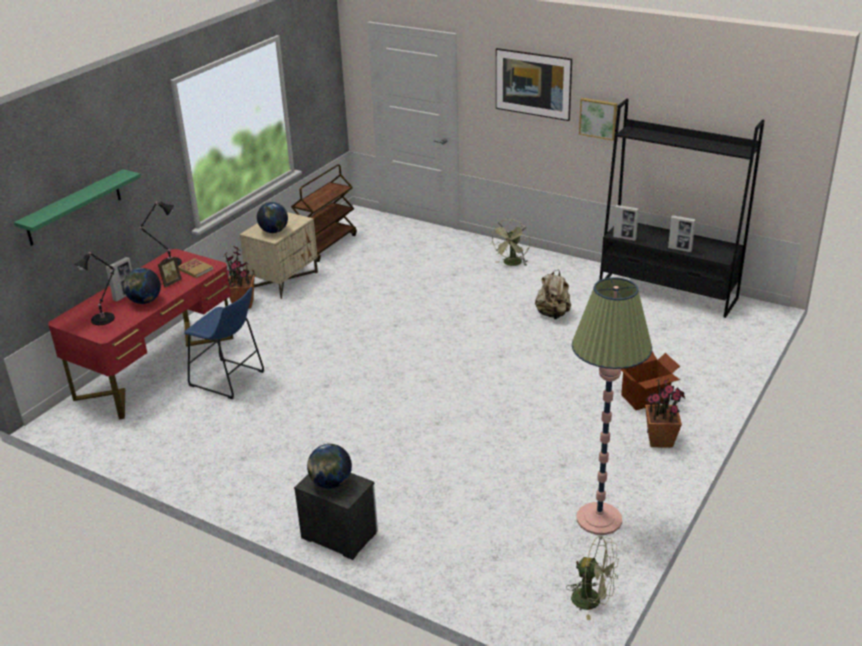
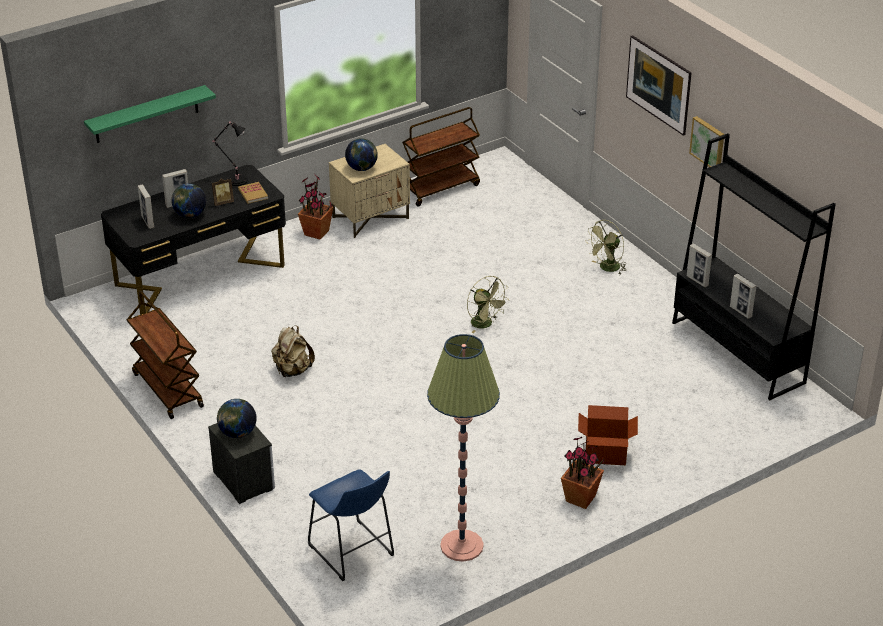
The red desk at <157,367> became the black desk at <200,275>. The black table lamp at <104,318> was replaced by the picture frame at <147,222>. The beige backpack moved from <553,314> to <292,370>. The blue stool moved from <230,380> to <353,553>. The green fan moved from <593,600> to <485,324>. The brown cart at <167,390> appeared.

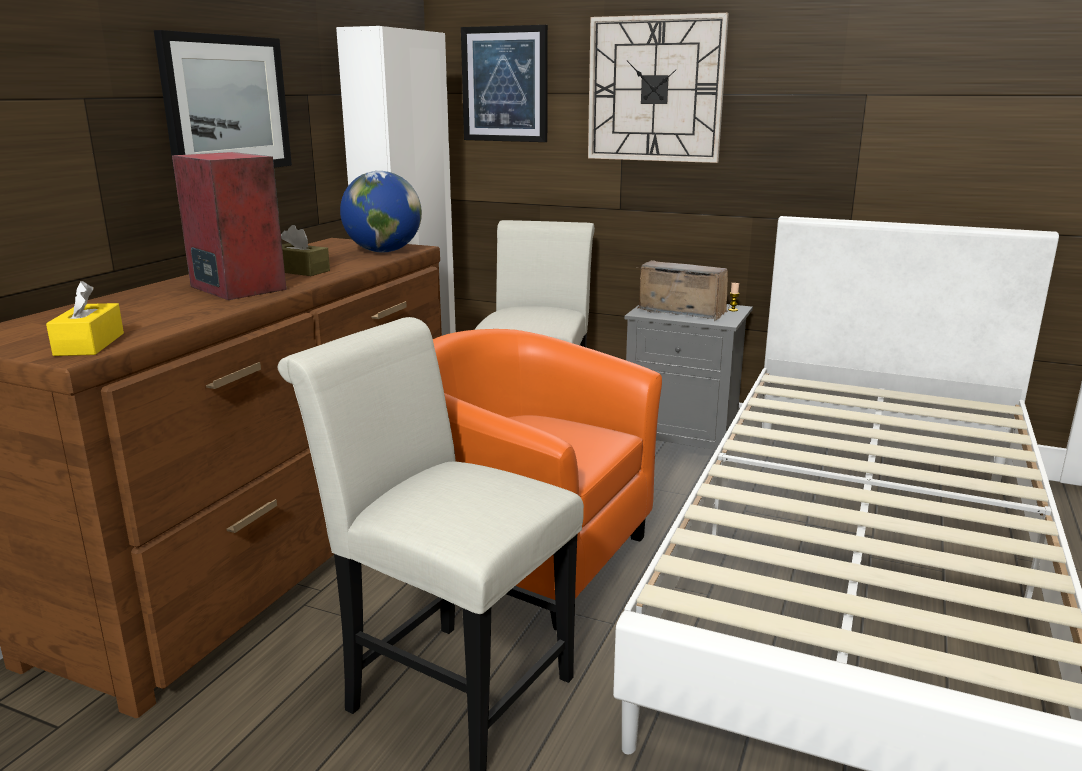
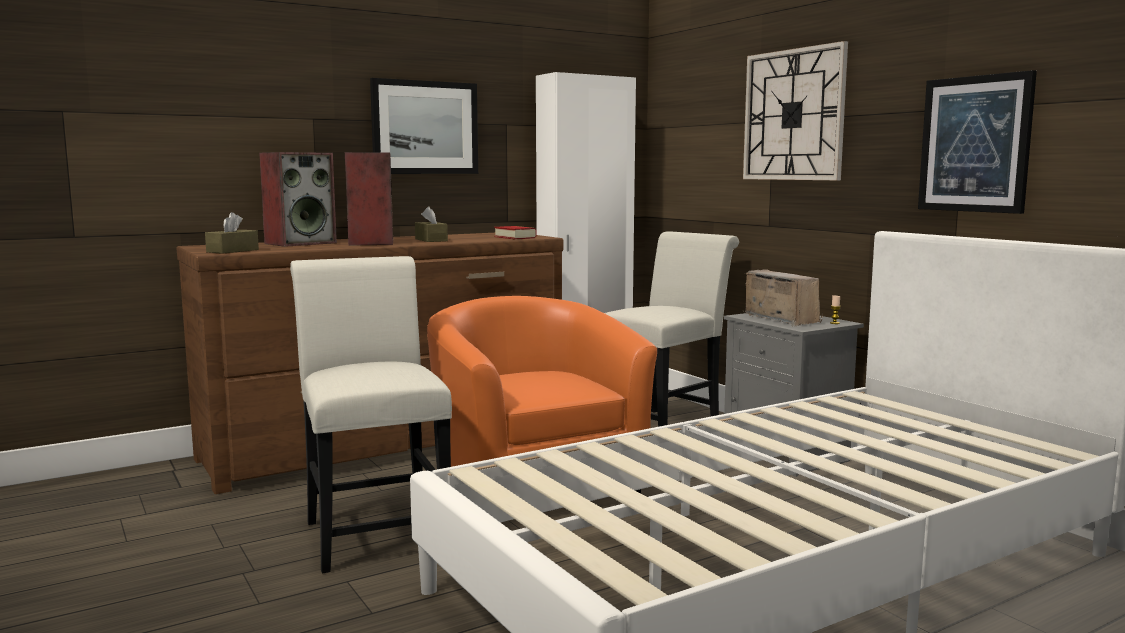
The picture moved from <505,84> to <975,144>. The globe at <383,251> was replaced by the book at <515,237>. The yellow tissue box at <89,344> became the brown tissue box at <232,251>. The speaker at <301,243> appeared.

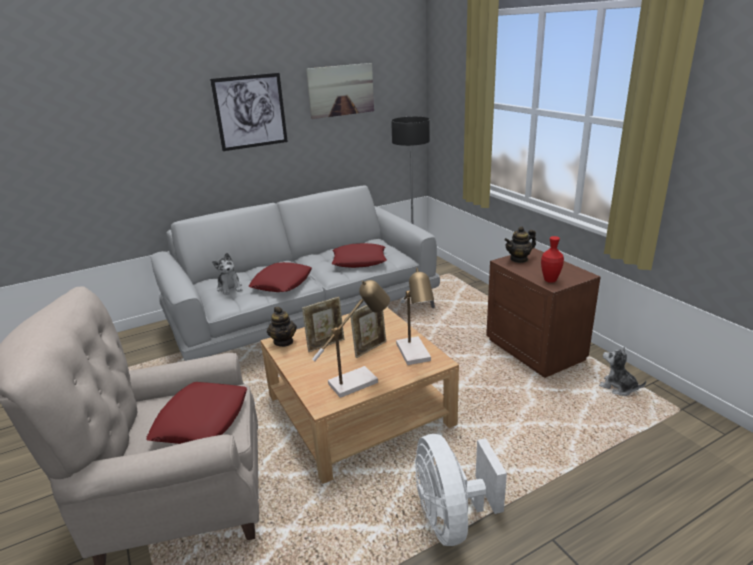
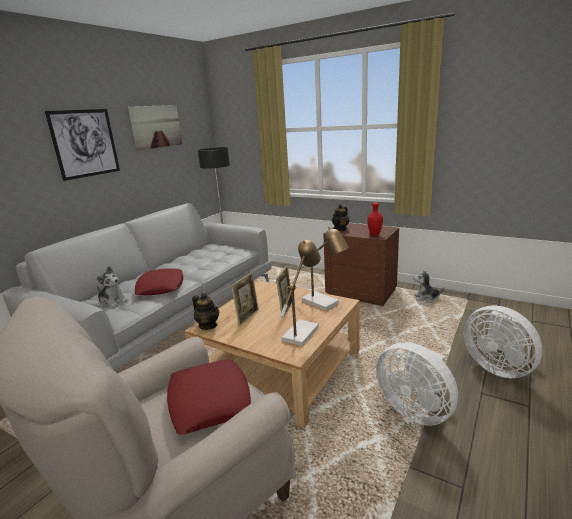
The red pillow at <359,261> disappeared. The white fan at <498,367> appeared.

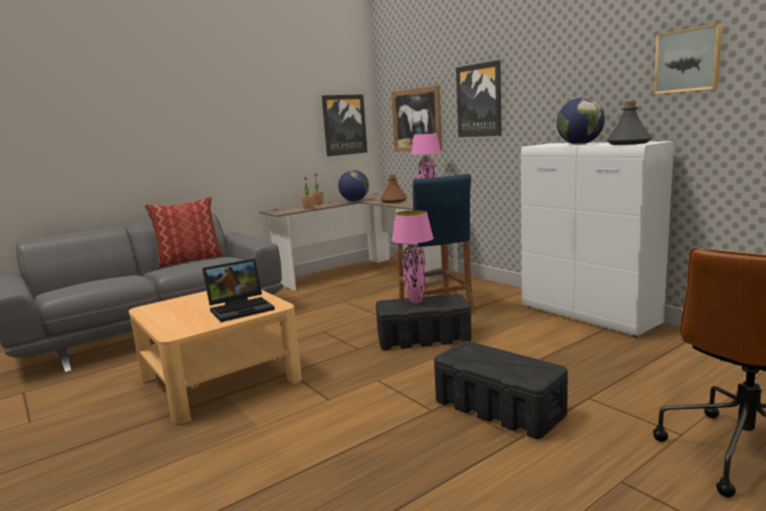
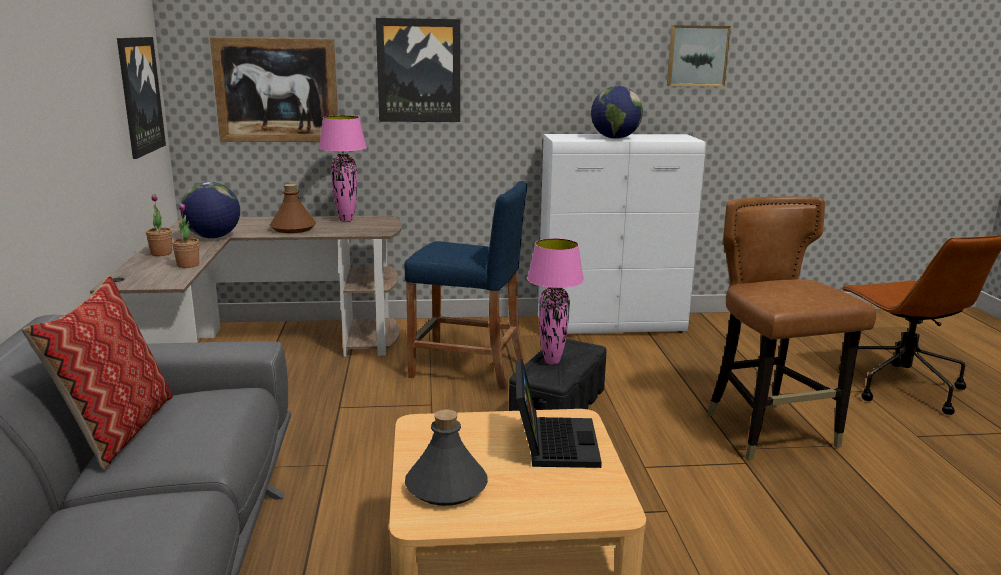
The grey bottle moved from <628,143> to <446,486>. The black storage box at <499,408> was replaced by the brown chair at <769,432>.

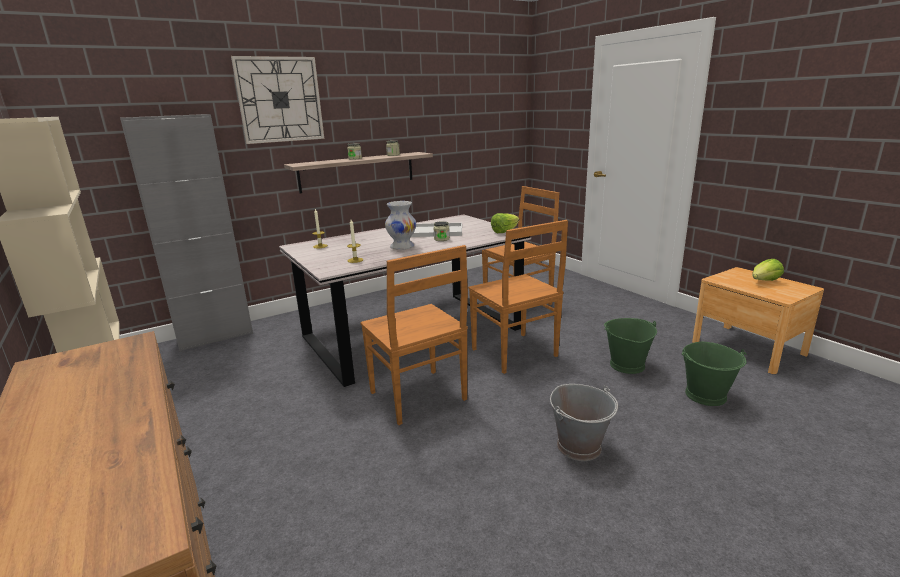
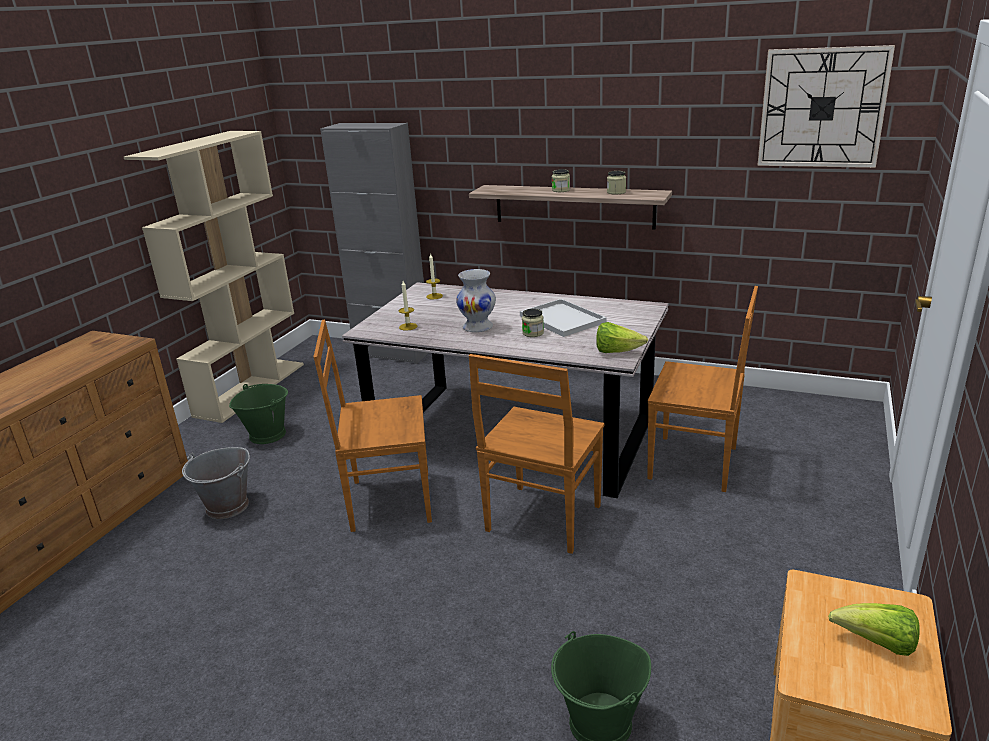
The wall clock moved from <280,100> to <822,108>. The brown chair at <419,397> turned 60 degrees clockwise. The green bucket moved from <626,365> to <267,434>. The grey bucket moved from <579,446> to <227,507>.

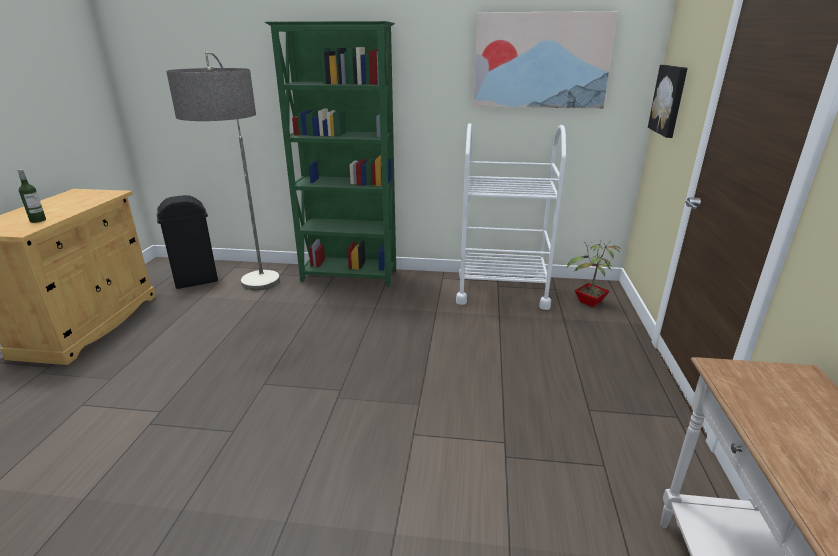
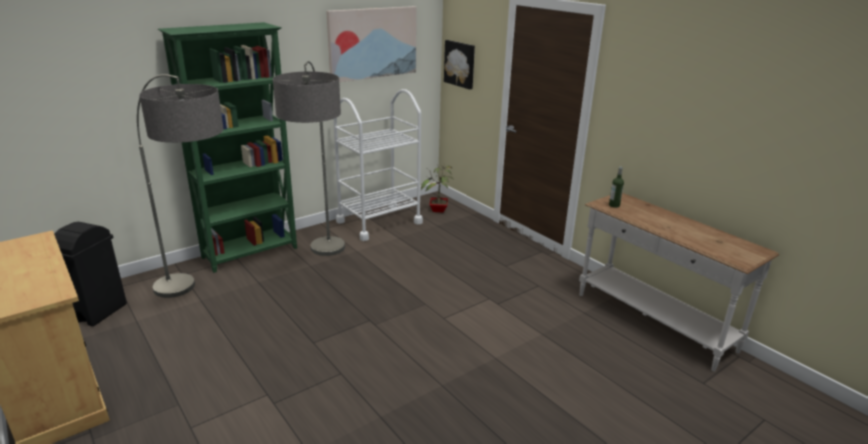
The bottle moved from <38,220> to <614,205>. The floor lamp at <323,268> appeared.

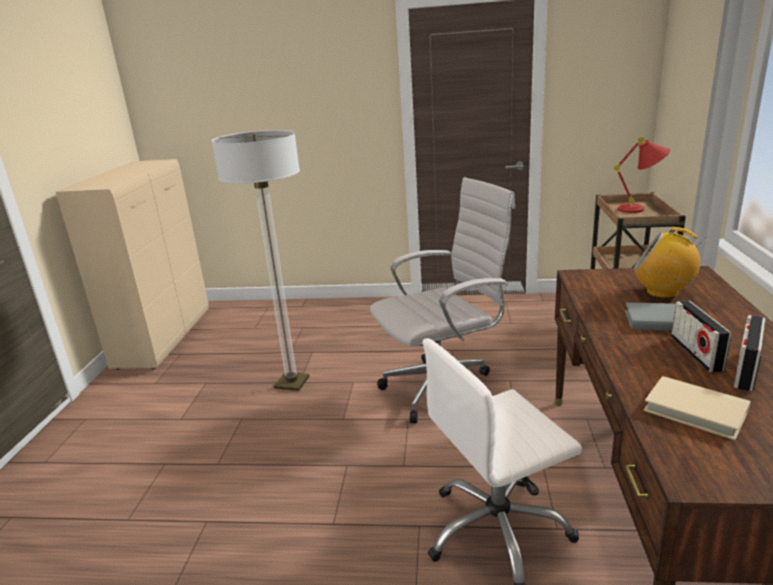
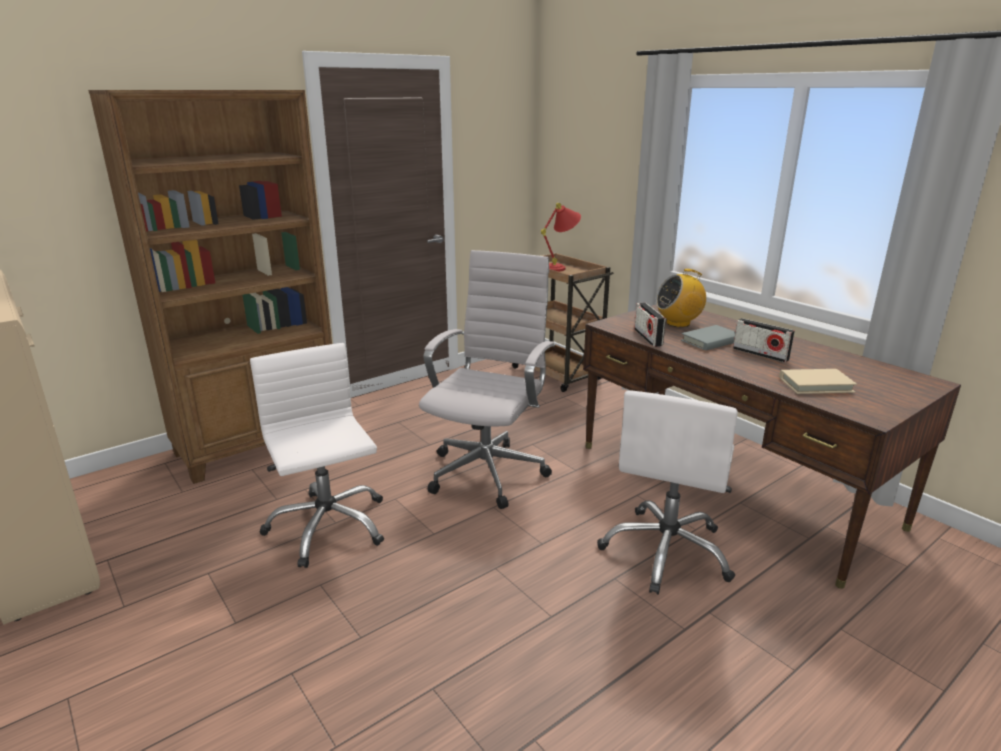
The floor lamp at <292,383> was replaced by the white office chair at <327,526>. The radio moved from <746,371> to <648,337>. The brown bookcase at <260,445> appeared.

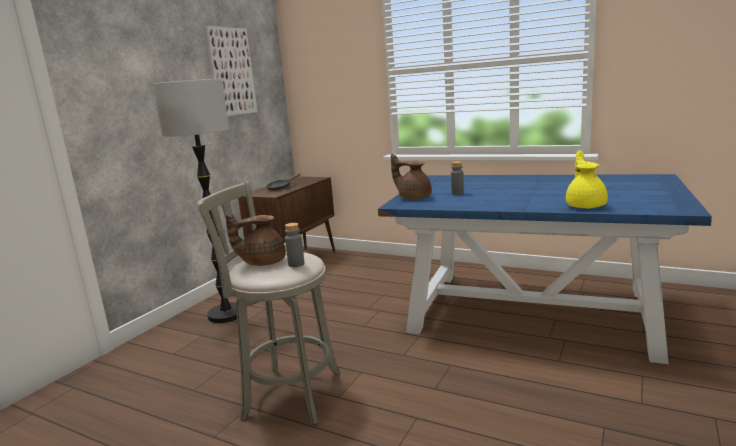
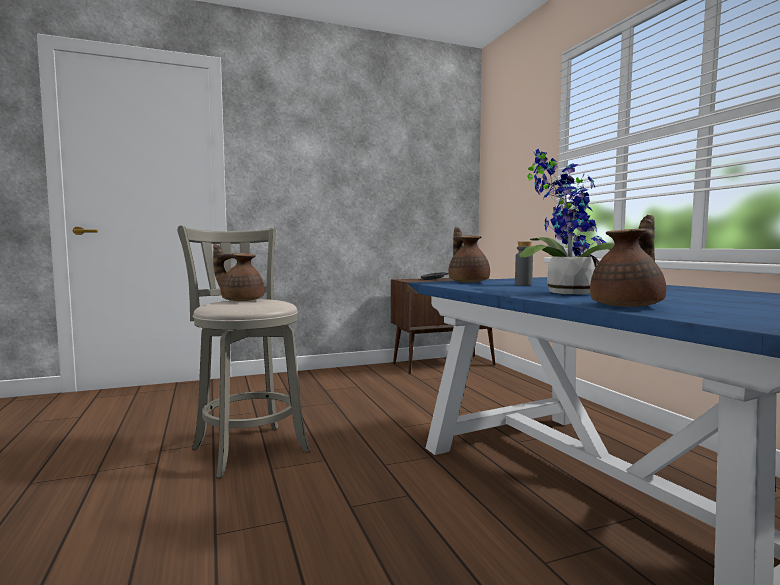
The picture at <231,72> disappeared. The floor lamp at <227,314> disappeared. The yellow teapot at <585,206> became the brown teapot at <629,305>. The grey bottle at <296,264> disappeared. The potted plant at <564,293> appeared.

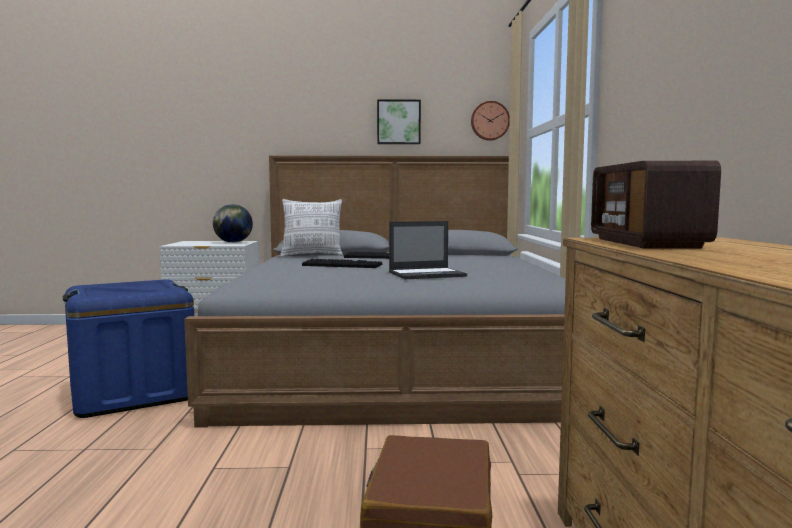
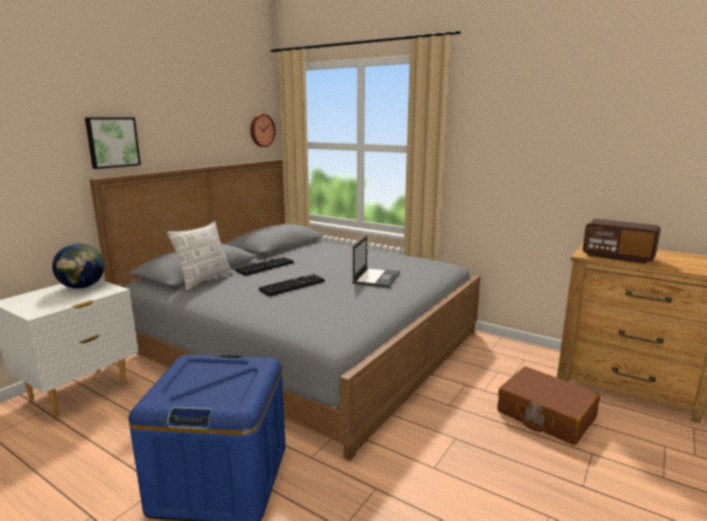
The picture moved from <398,122> to <112,142>.

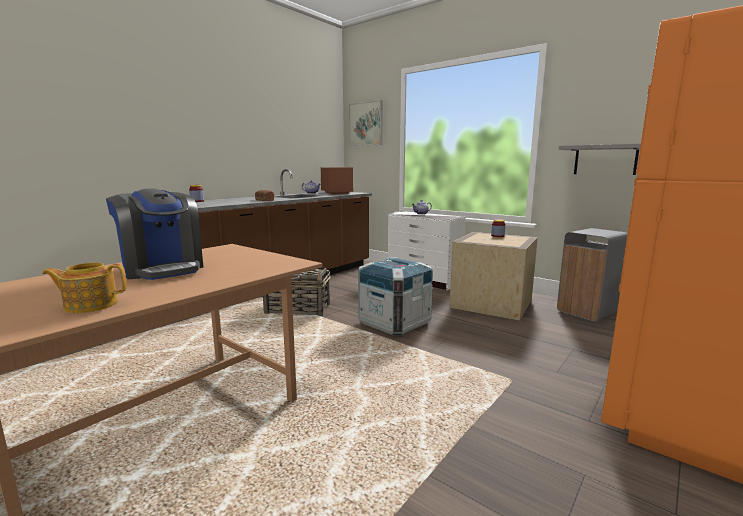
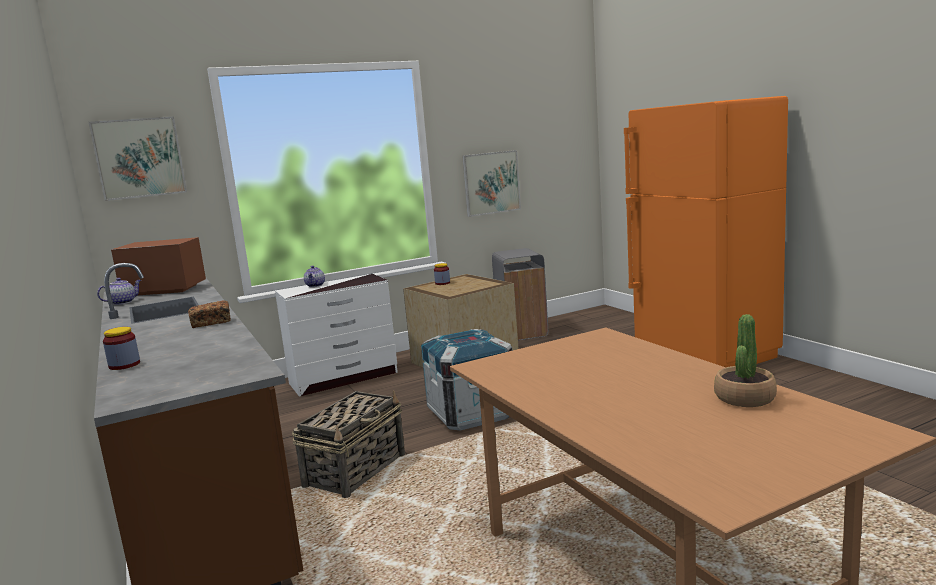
The grey shelf at <605,160> was replaced by the picture at <491,183>. The coffee machine at <162,269> disappeared. The teapot at <90,305> was replaced by the potted plant at <744,398>.

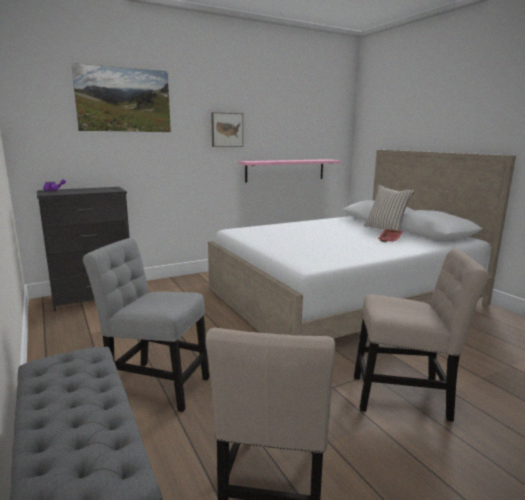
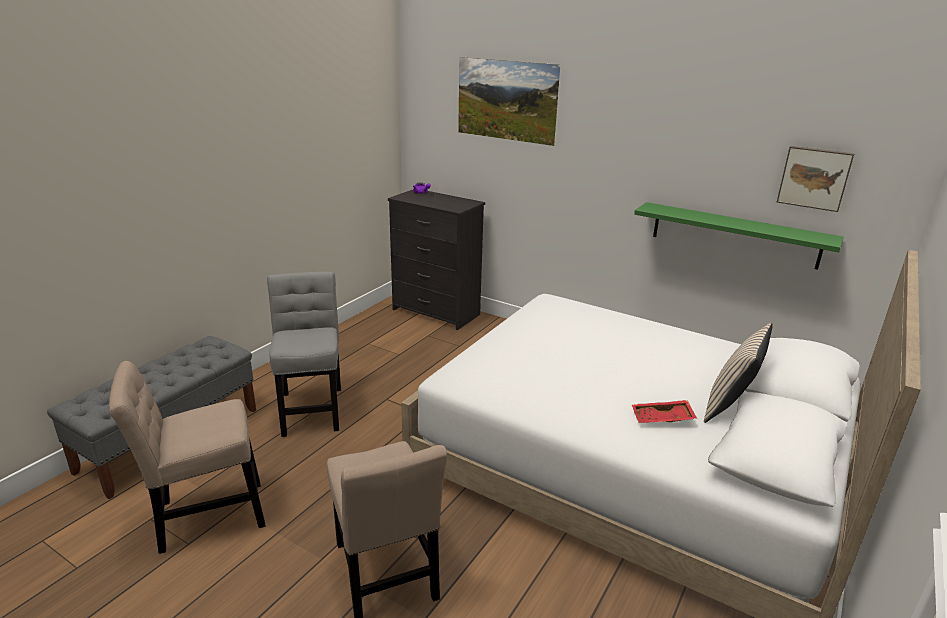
The picture moved from <226,130> to <814,178>. The pink shelf at <285,170> became the green shelf at <734,235>.

